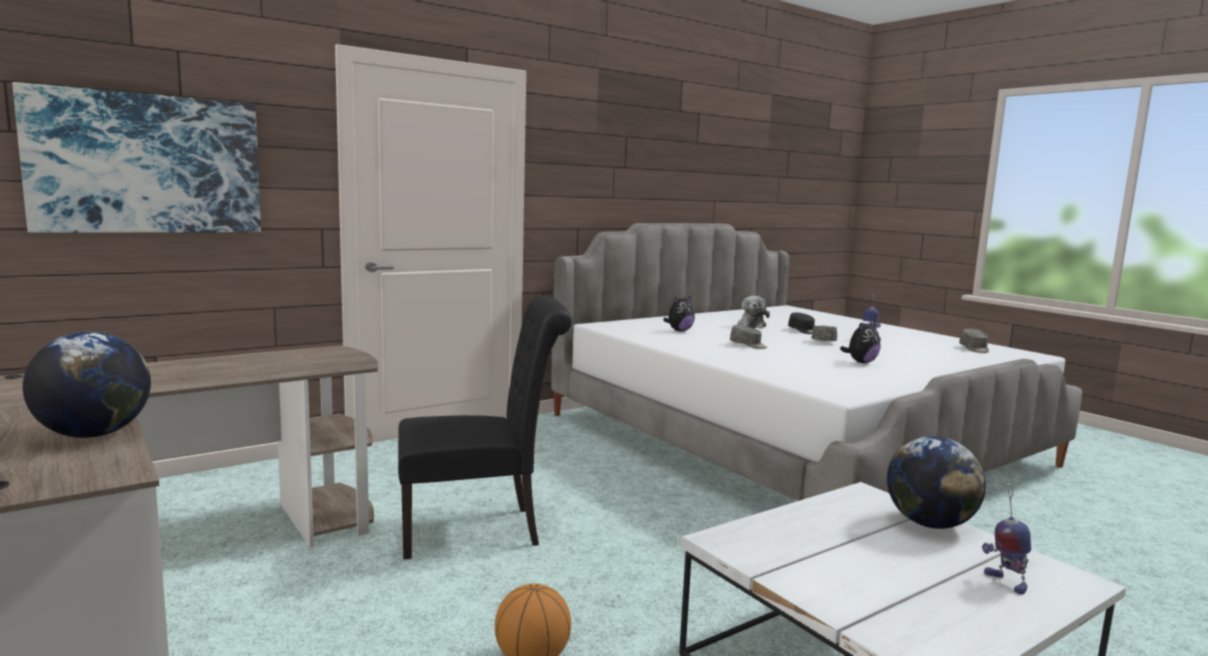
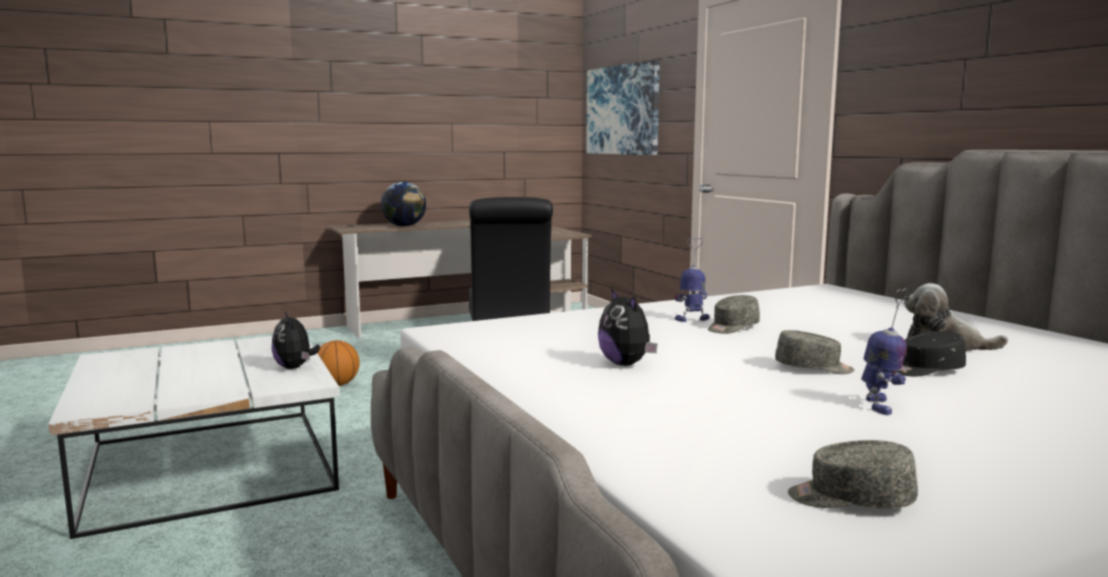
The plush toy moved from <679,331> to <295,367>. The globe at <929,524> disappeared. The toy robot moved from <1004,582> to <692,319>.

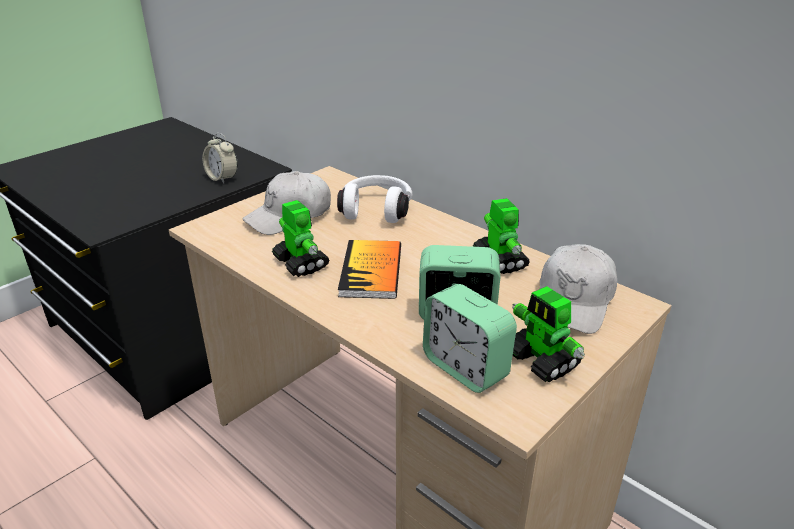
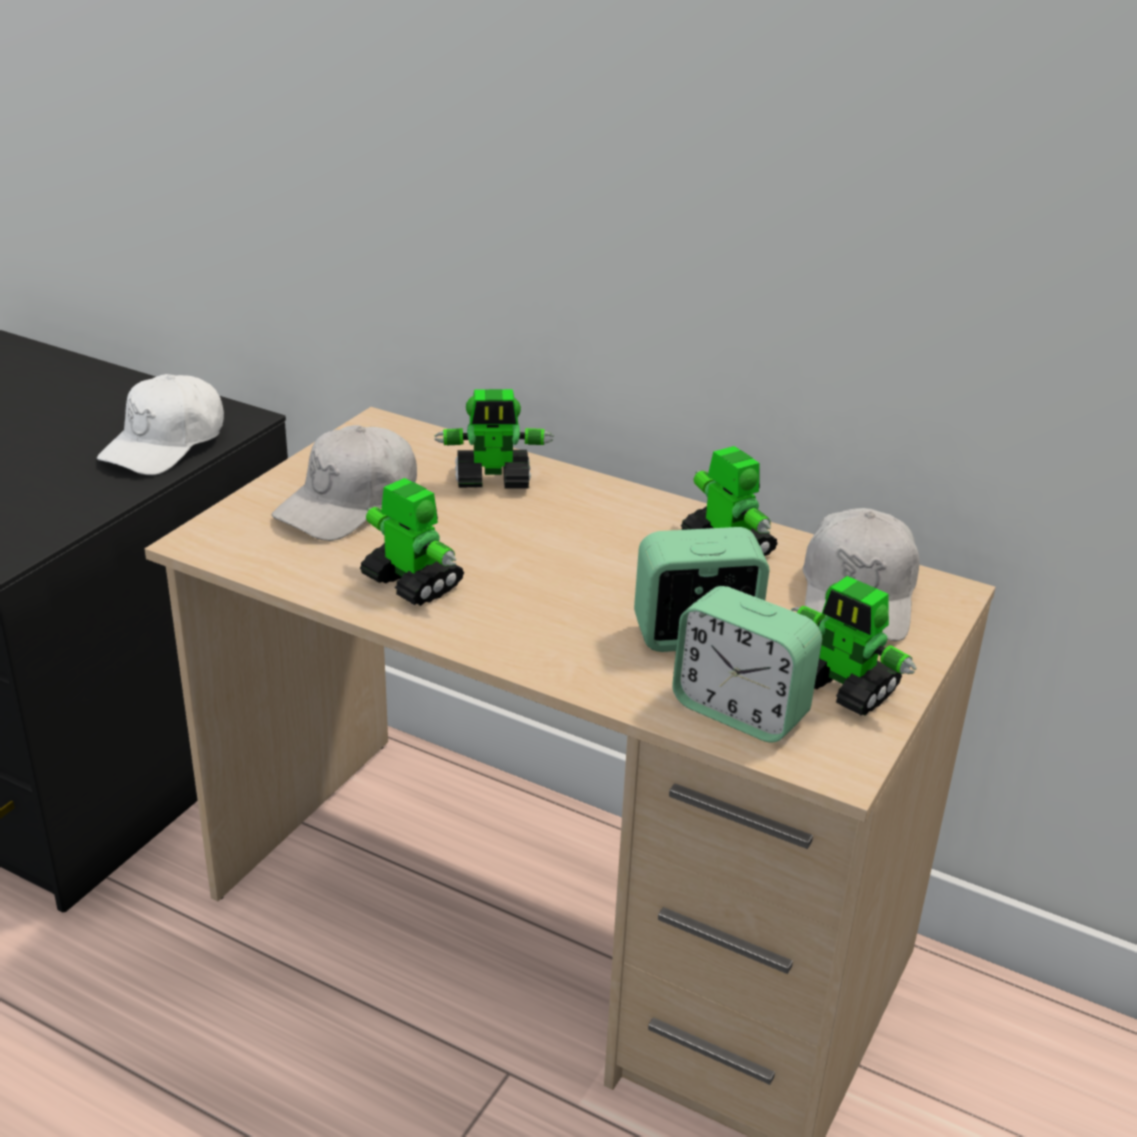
The alarm clock at <222,178> was replaced by the white cap at <165,444>. The white headphones at <376,210> was replaced by the toy robot at <493,480>. The book at <371,271> disappeared.

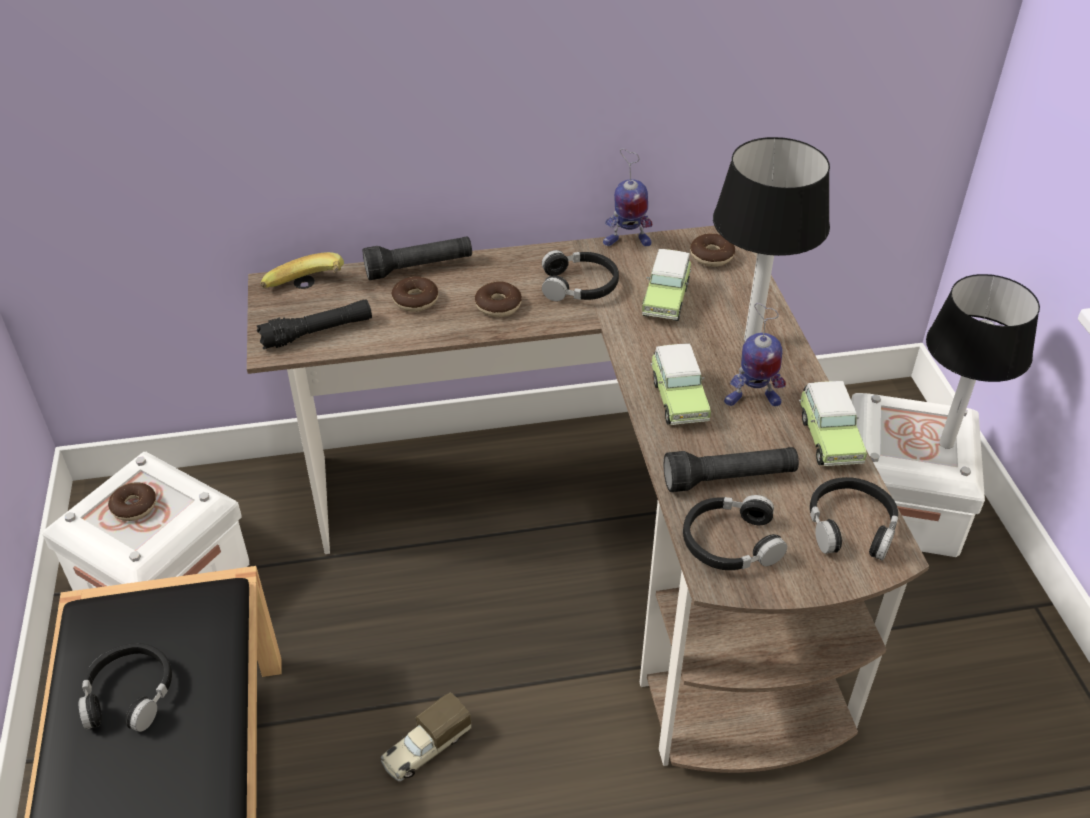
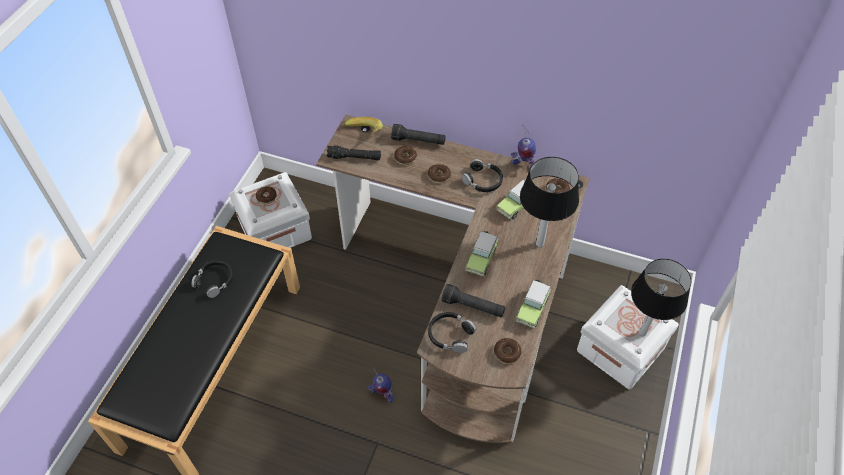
The toy robot moved from <751,400> to <382,394>. The black headphones at <850,526> was replaced by the donut at <507,353>. The toy truck at <425,749> disappeared.

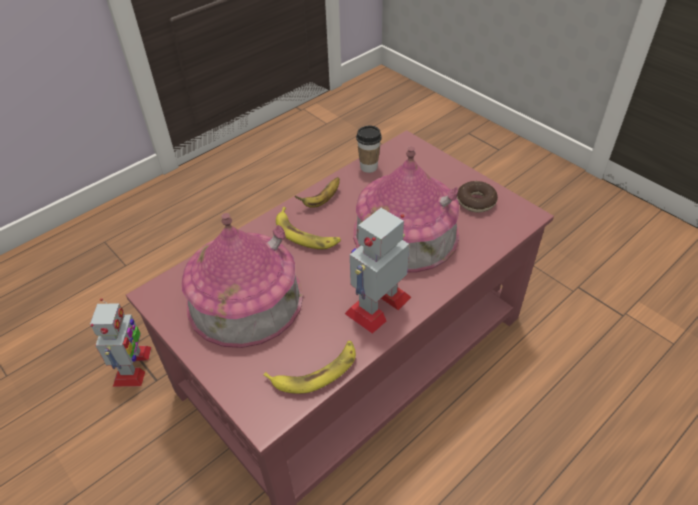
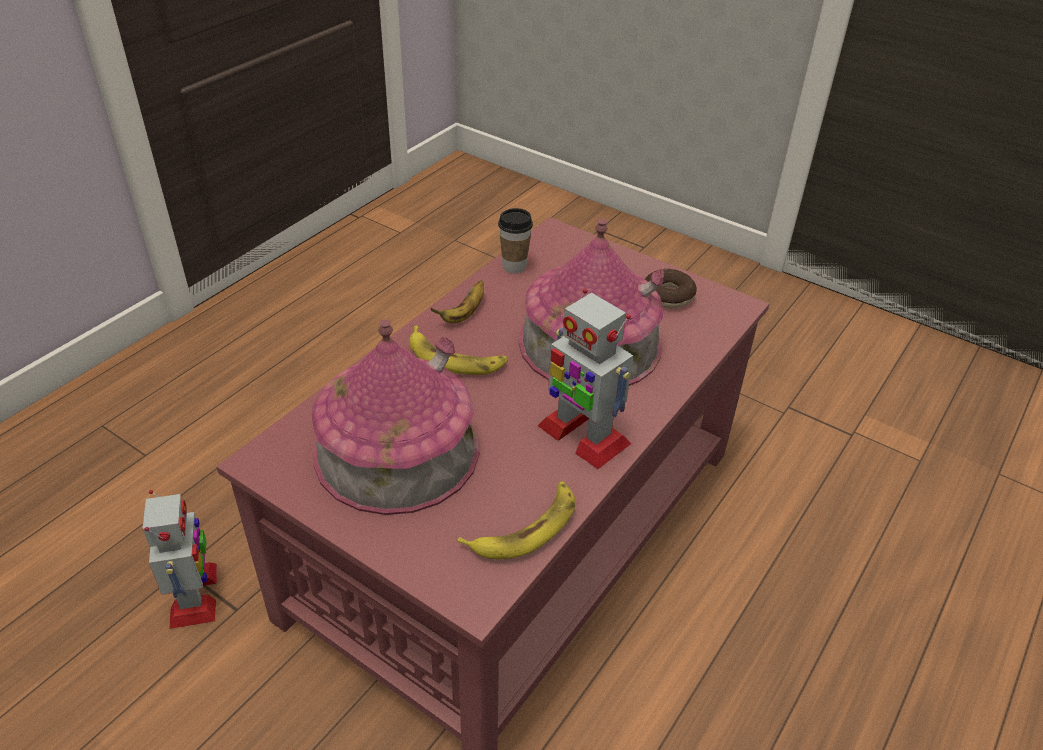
The toy robot at <378,305> turned 75 degrees counterclockwise.

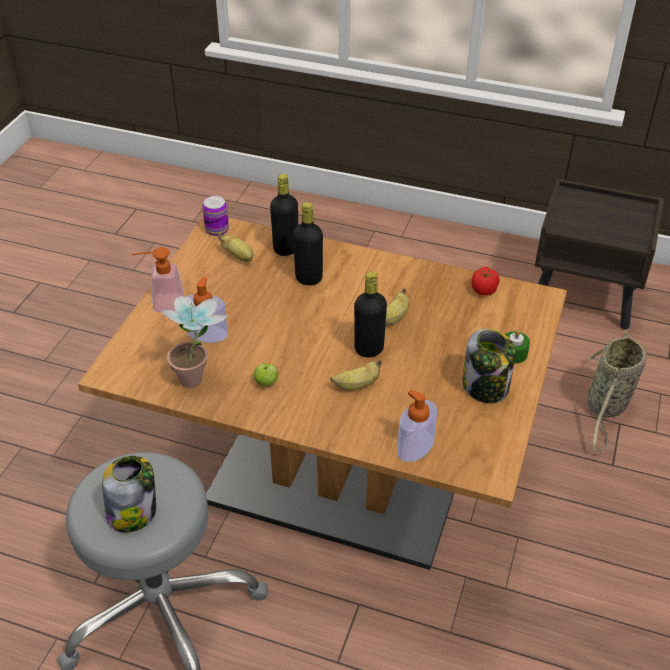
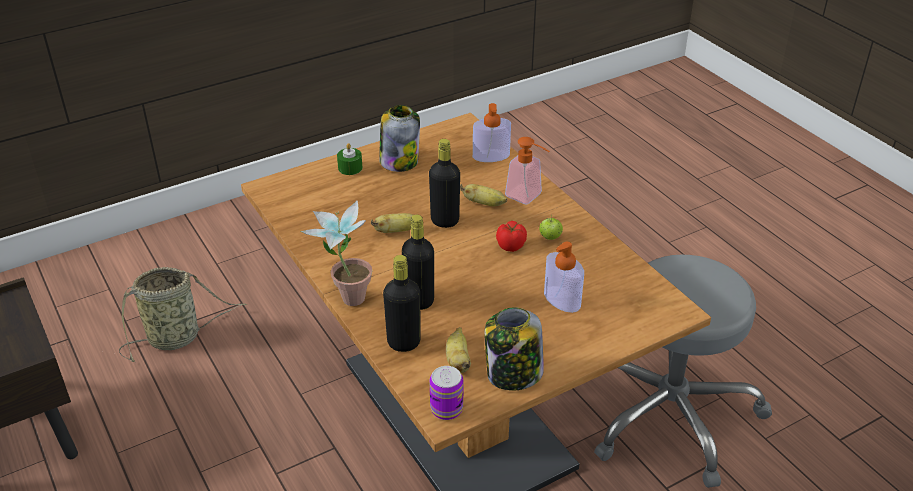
The soap dispenser moved from <162,303> to <528,197>. The tomato moved from <483,290> to <511,245>. The potted plant moved from <199,378> to <346,296>. The jar moved from <133,512> to <513,374>.

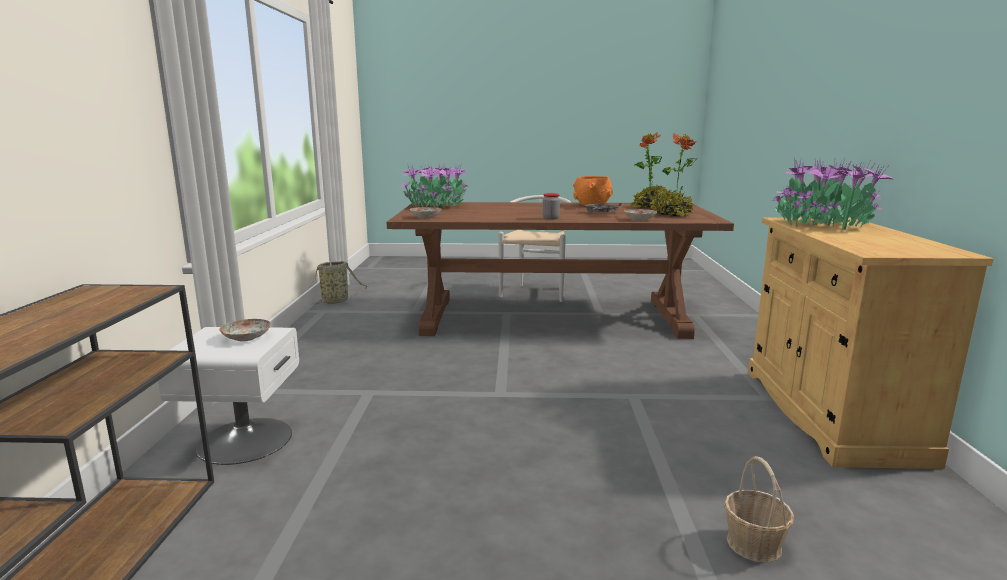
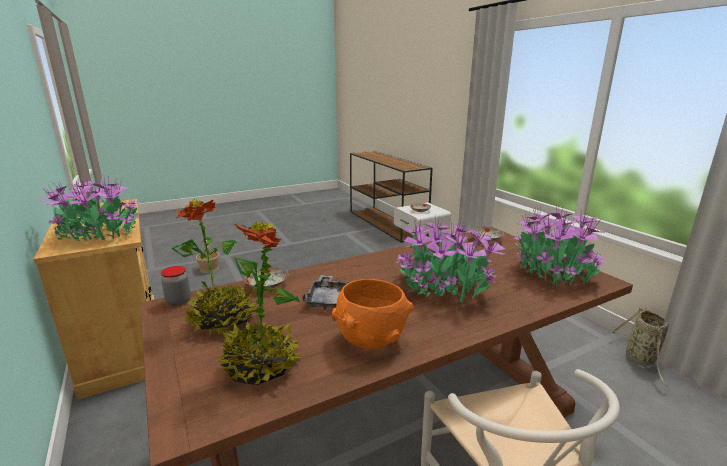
The jar moved from <550,218> to <178,301>. The potted plant at <444,286> appeared.

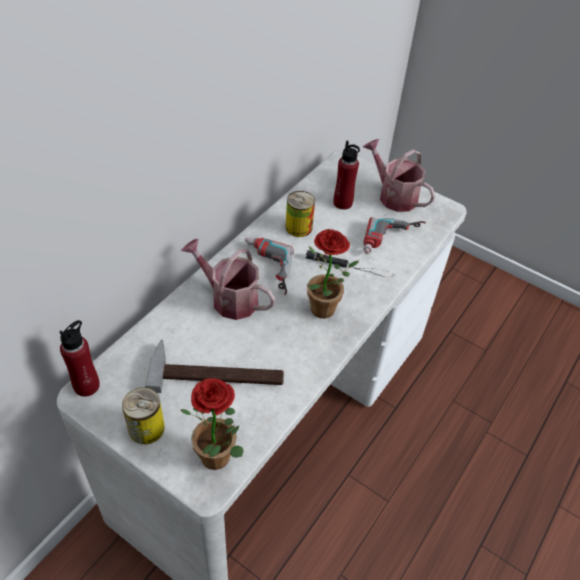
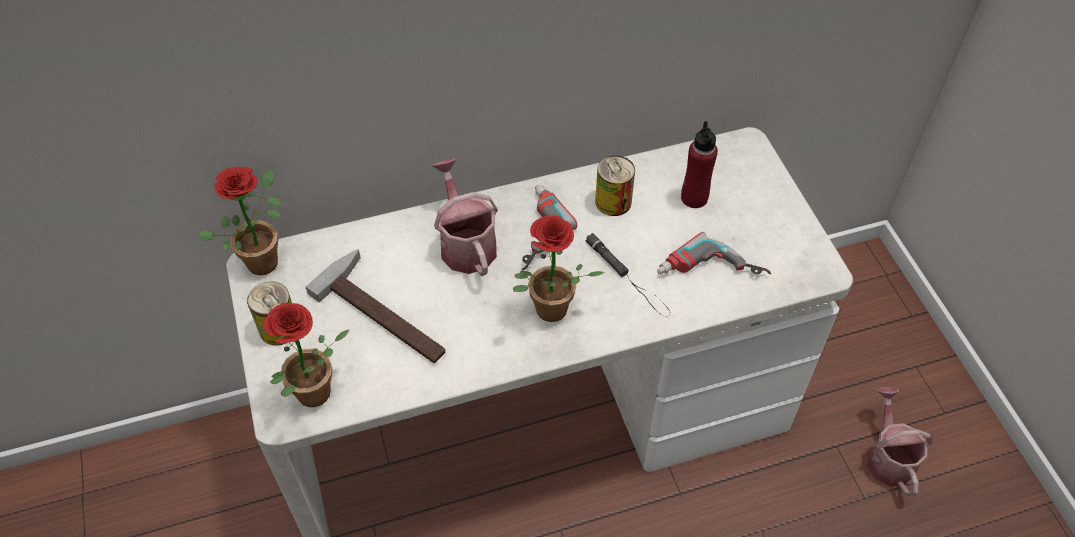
The watering can moved from <393,195> to <888,457>. The red bottle at <87,385> was replaced by the potted plant at <264,257>.

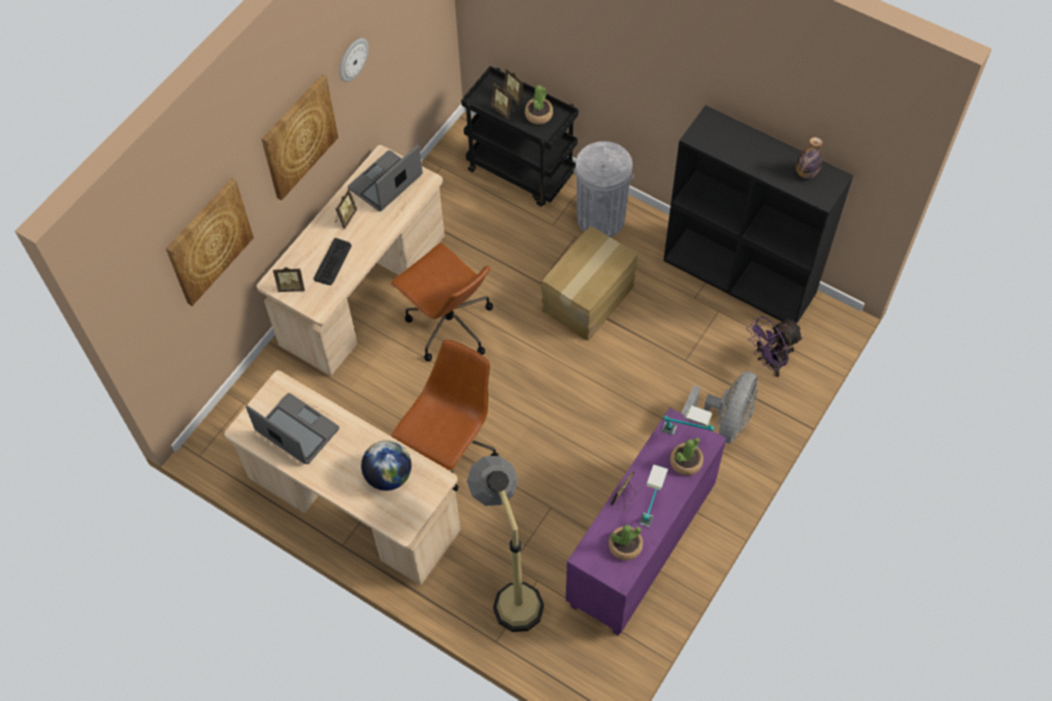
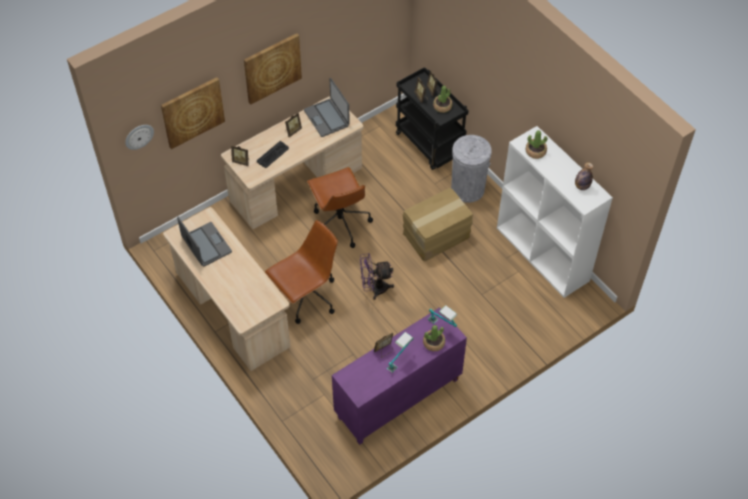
The wall clock moved from <352,59> to <139,136>. The black bookcase at <740,276> became the white bookcase at <543,254>. The laptop at <386,182> turned 90 degrees counterclockwise. The purple fan moved from <770,361> to <374,288>. The grey fan at <723,423> disappeared. The globe at <388,476> disappeared. The floor lamp at <509,587> disappeared. The potted plant moved from <625,546> to <535,151>.

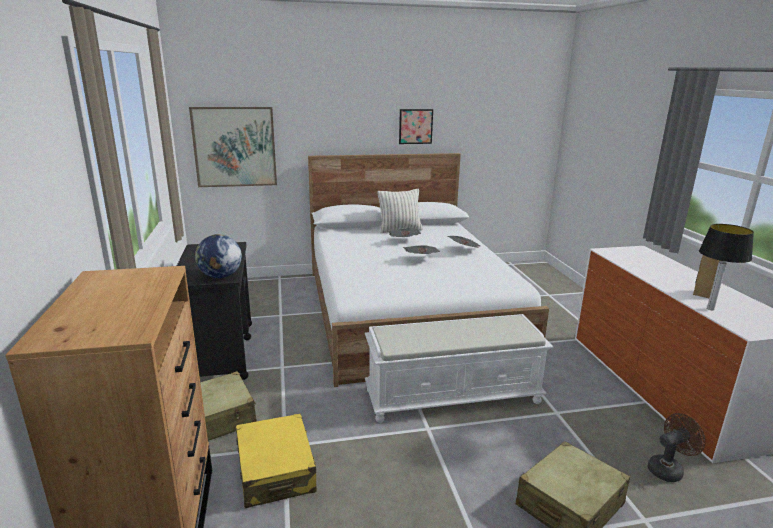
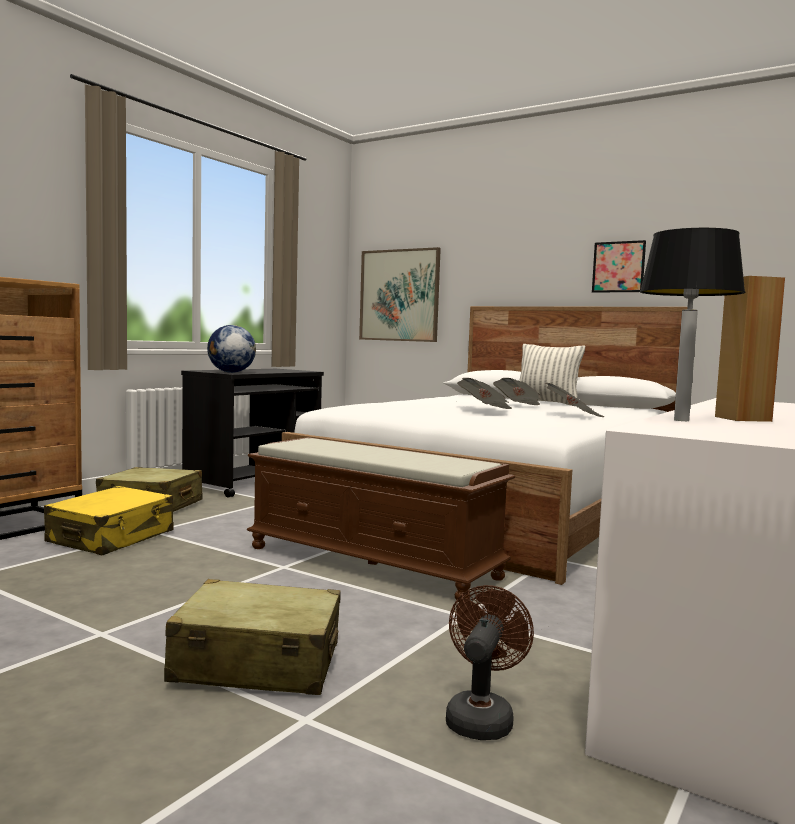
The white bench at <453,396> became the brown bench at <374,562>. The brown fan at <668,469> turned 90 degrees counterclockwise.

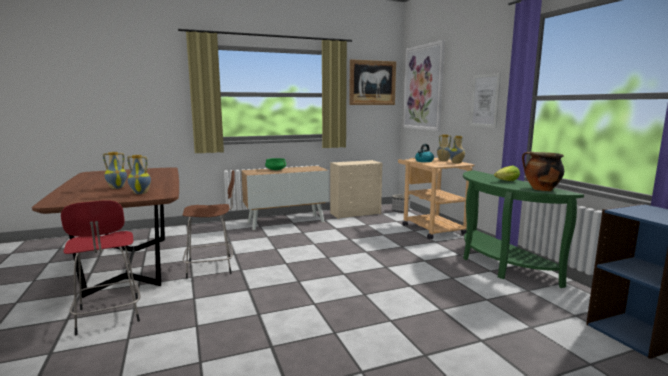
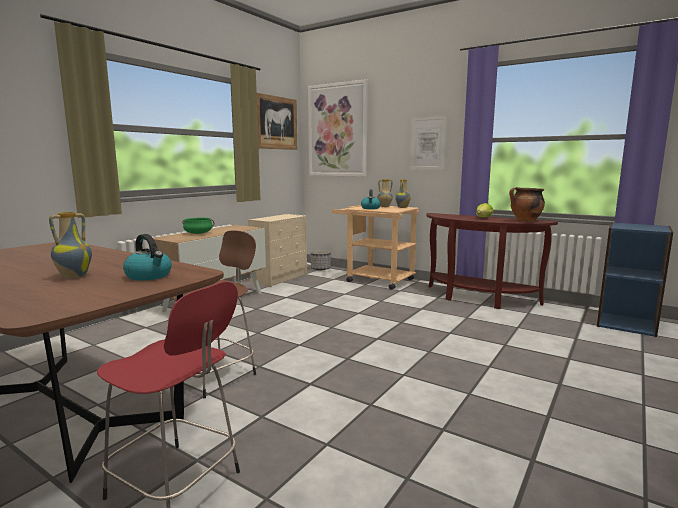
The vase at <141,193> was replaced by the kettle at <149,276>. The green console table at <498,264> became the brown console table at <477,298>.

